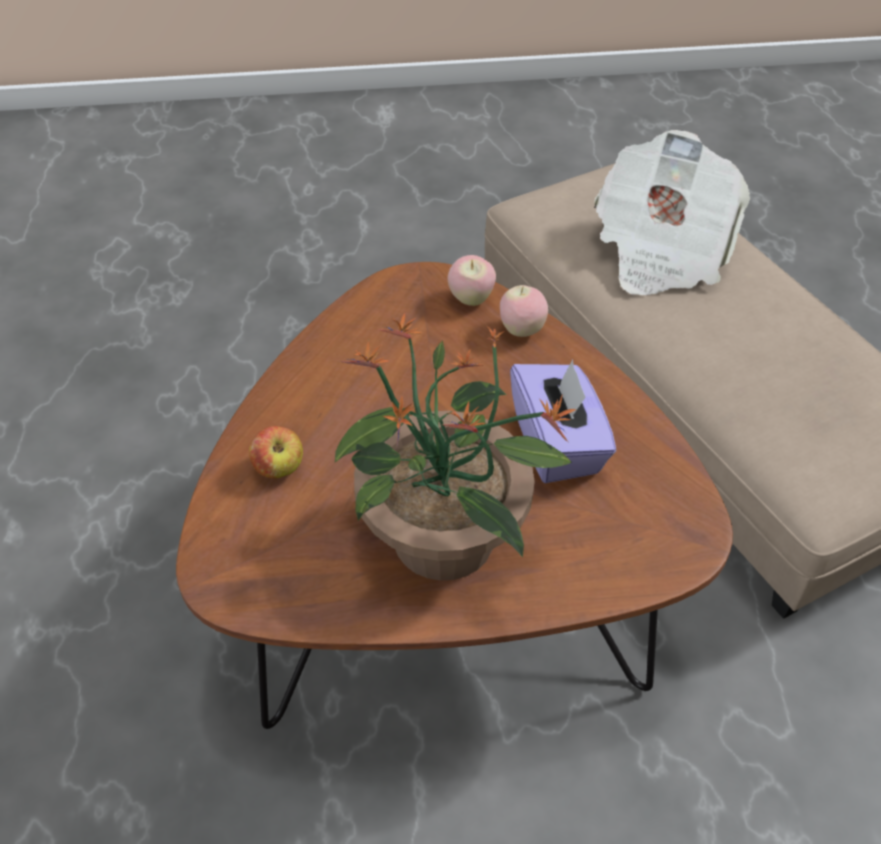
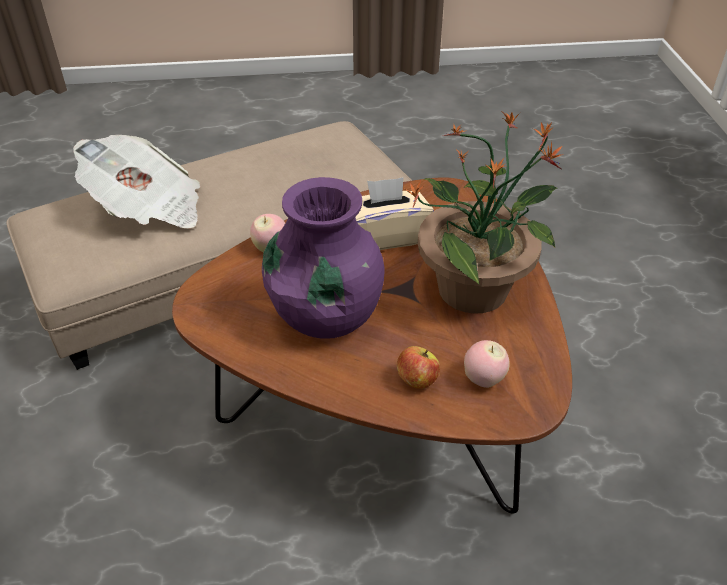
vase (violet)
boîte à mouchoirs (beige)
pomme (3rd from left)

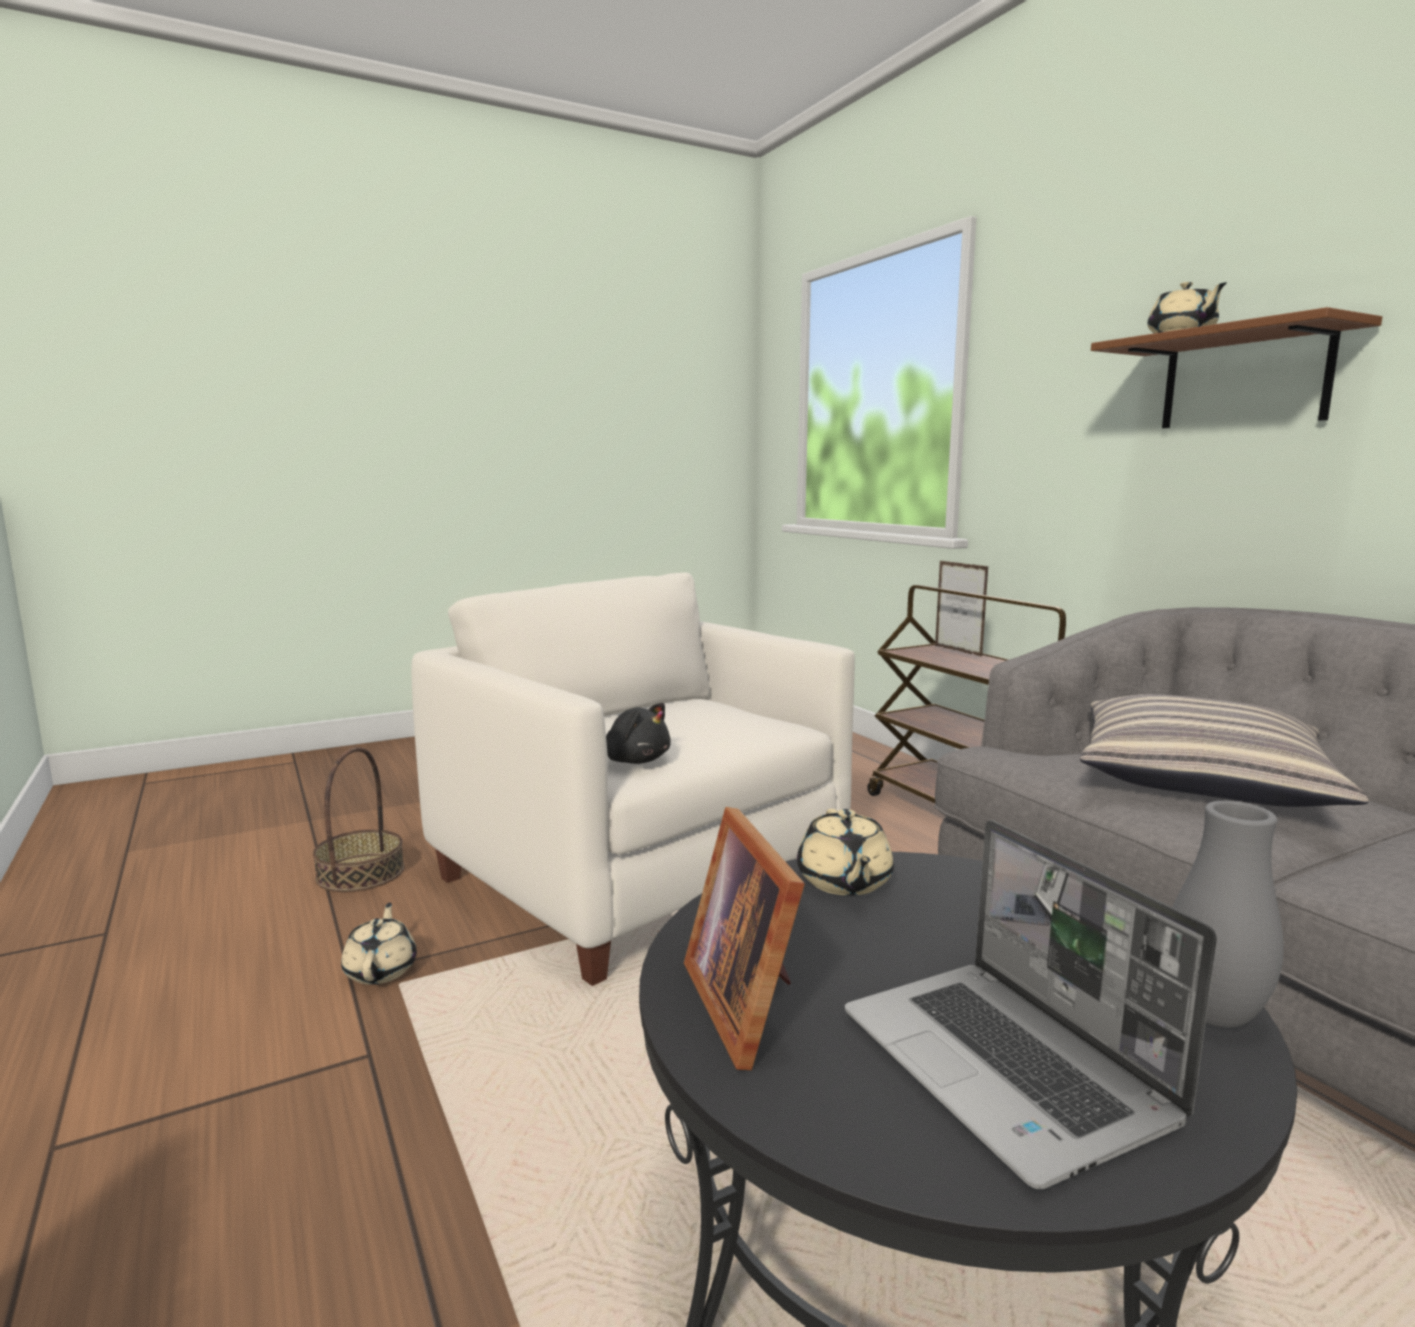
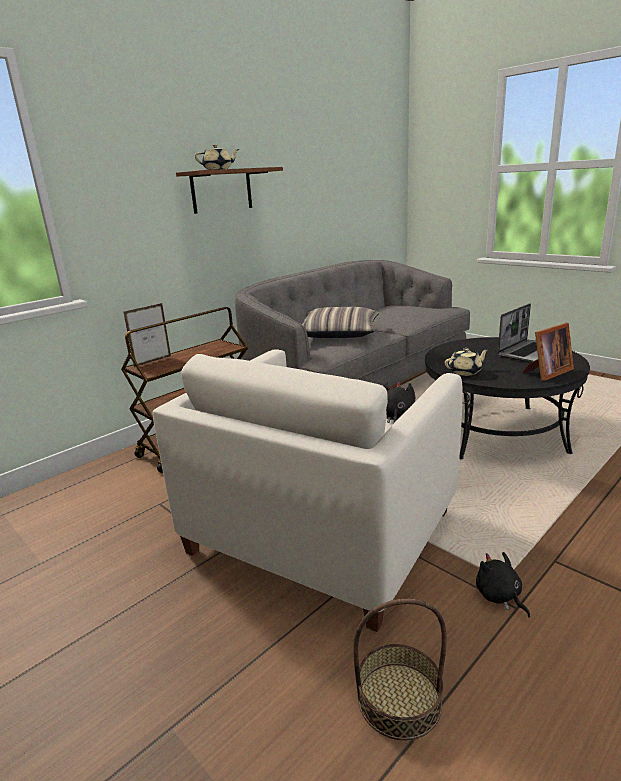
peluche (noir) (2nd from left)
vase (gris)

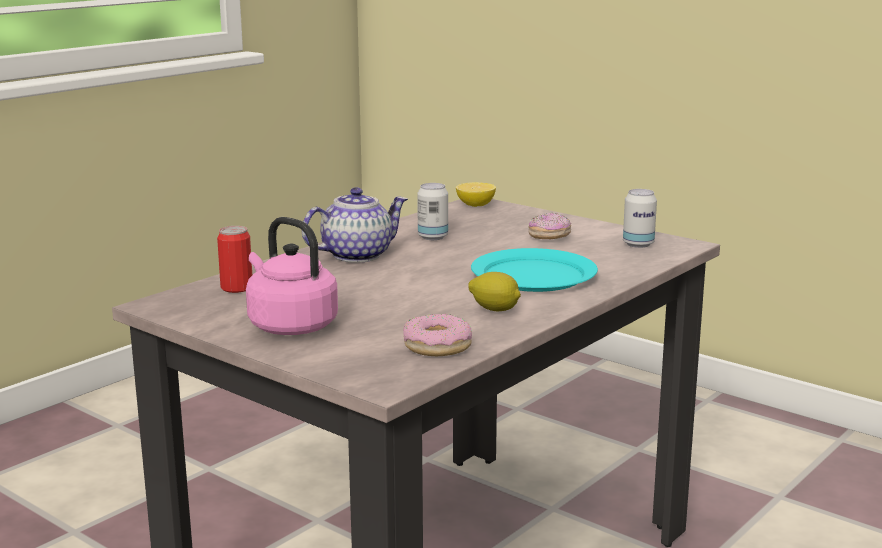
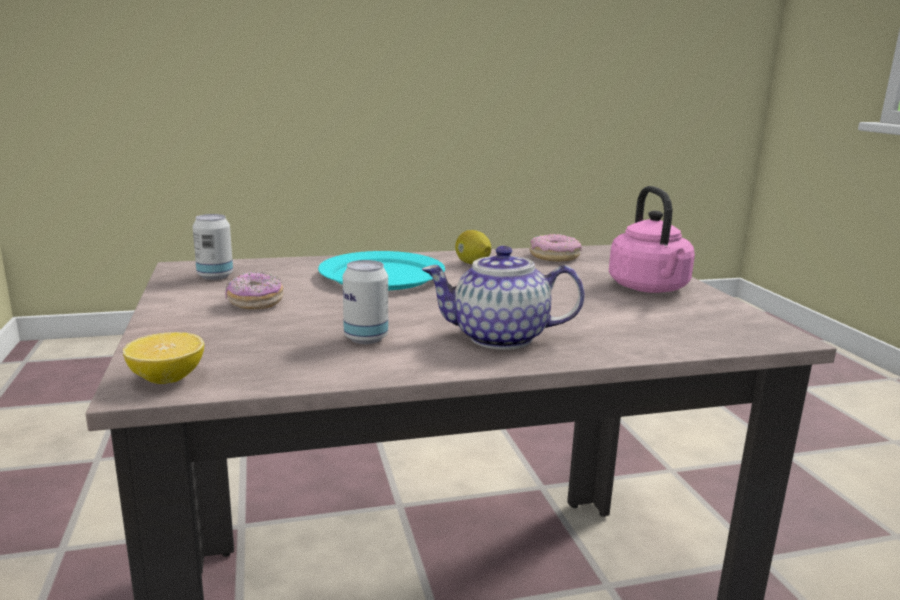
boîte métallique (1st from left in the first image)

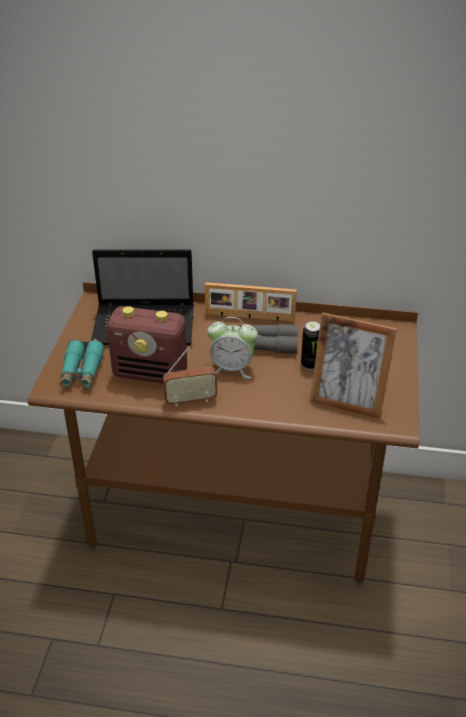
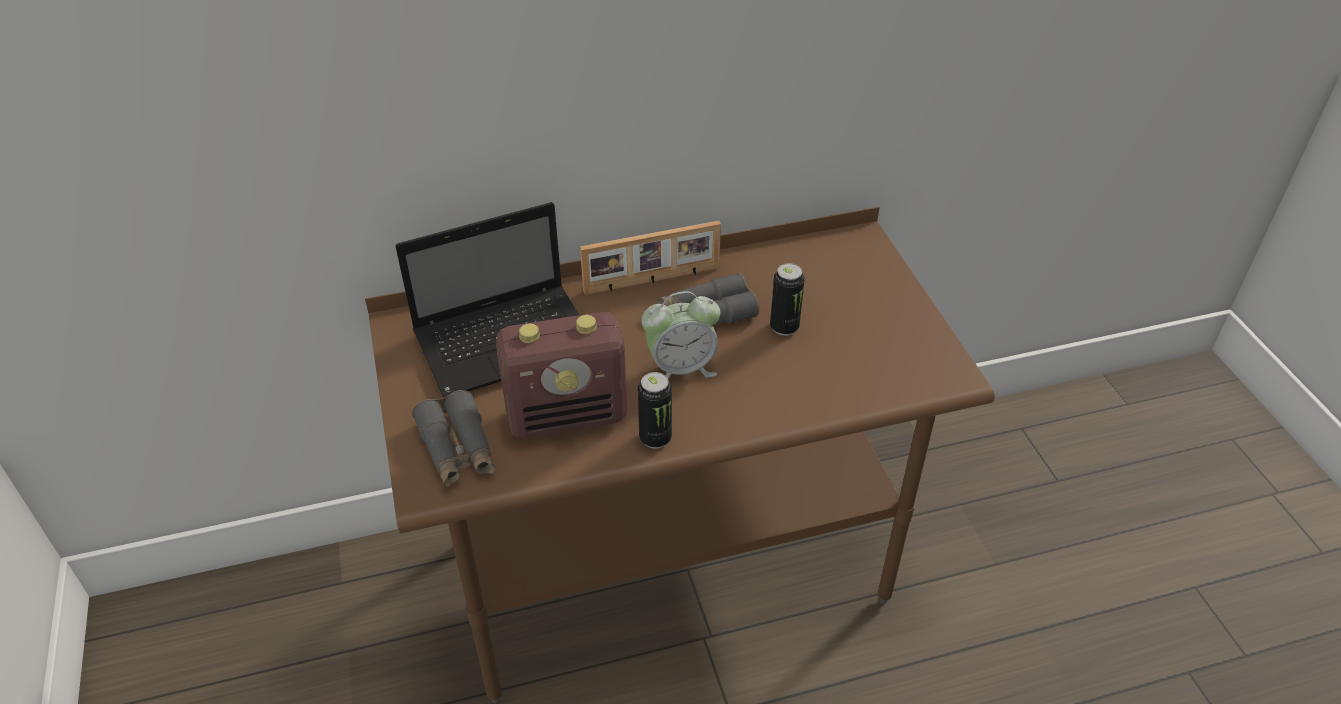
jumelles (gris) (1st from left)
boîte métallique (1st from left)
cadre photo (2nd from left in the first image)

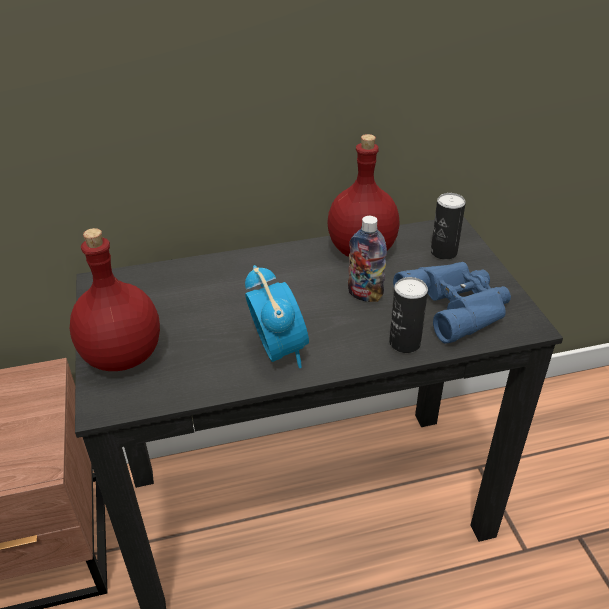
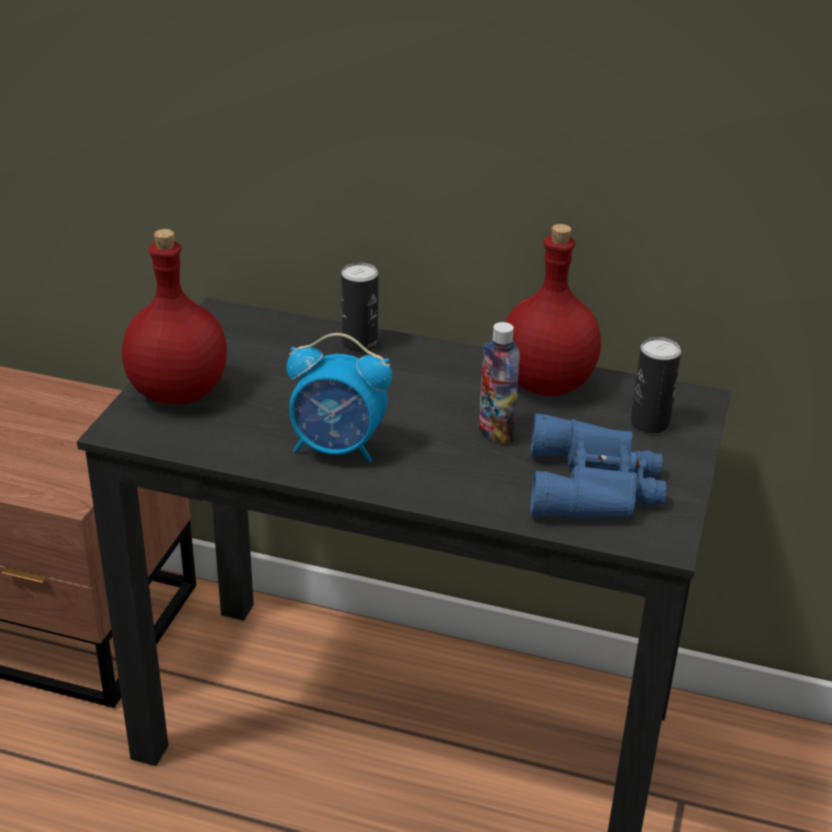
réveil
boîte métallique (1st from left)

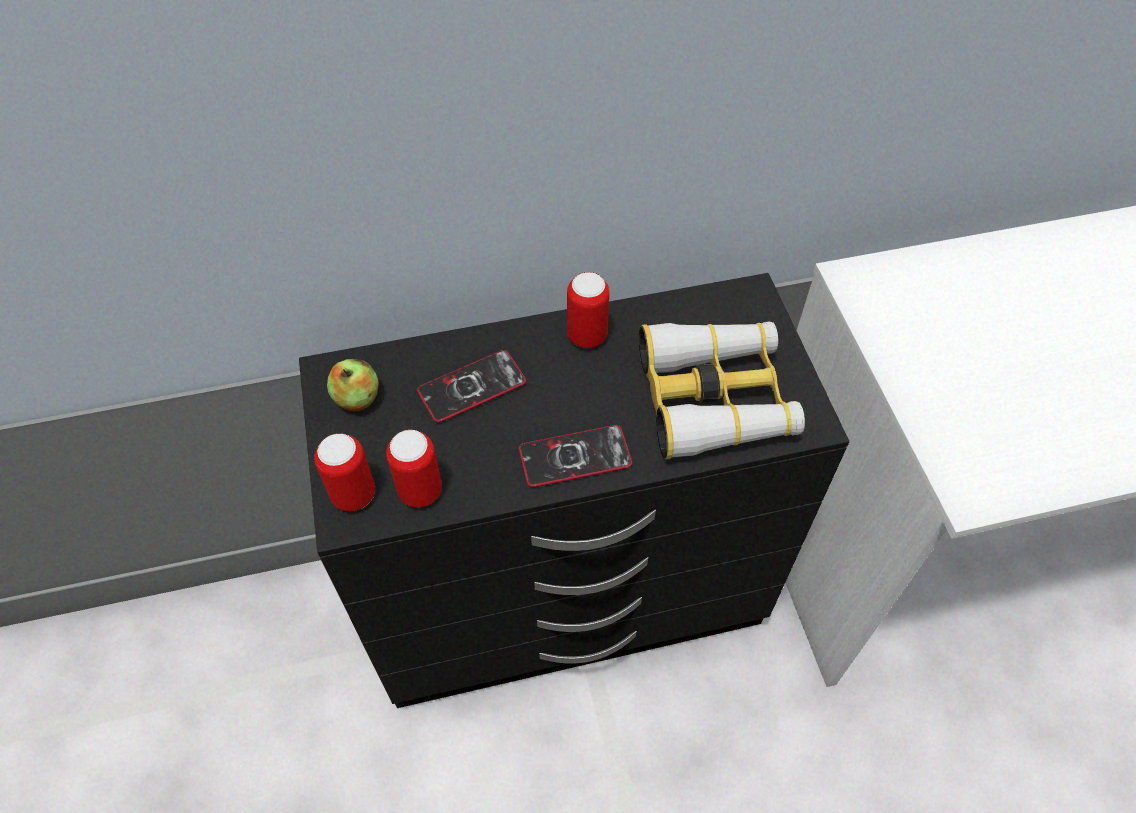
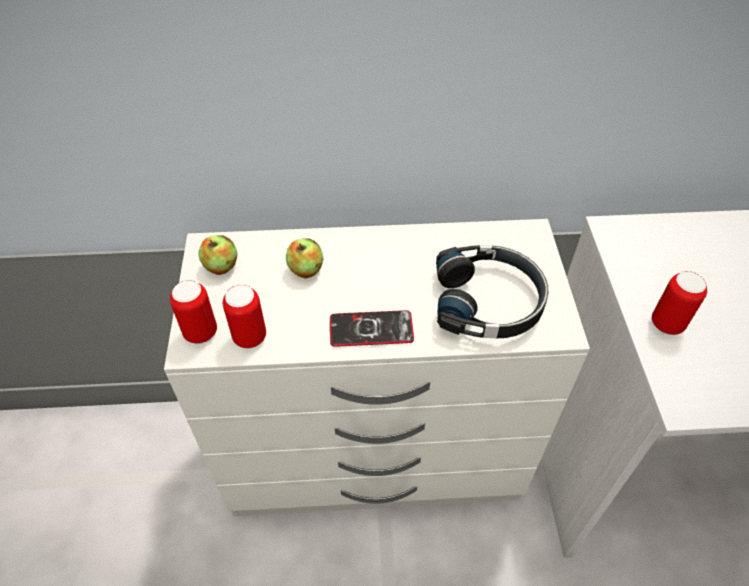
commode (blanc)
pomme (2nd from left)
casque audio (noir)
boîte métallique (3rd from left)

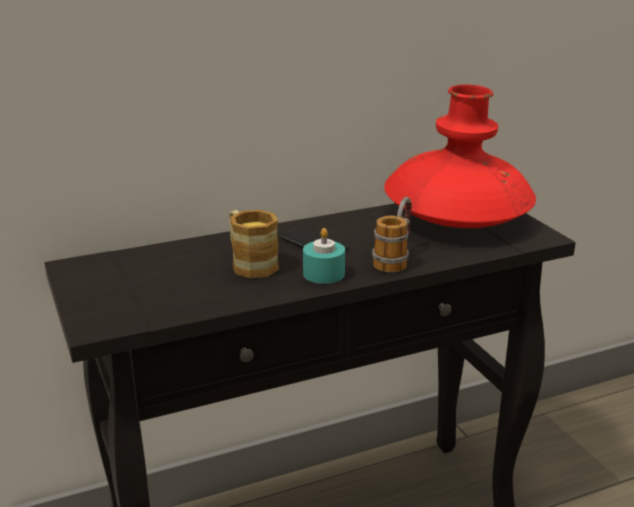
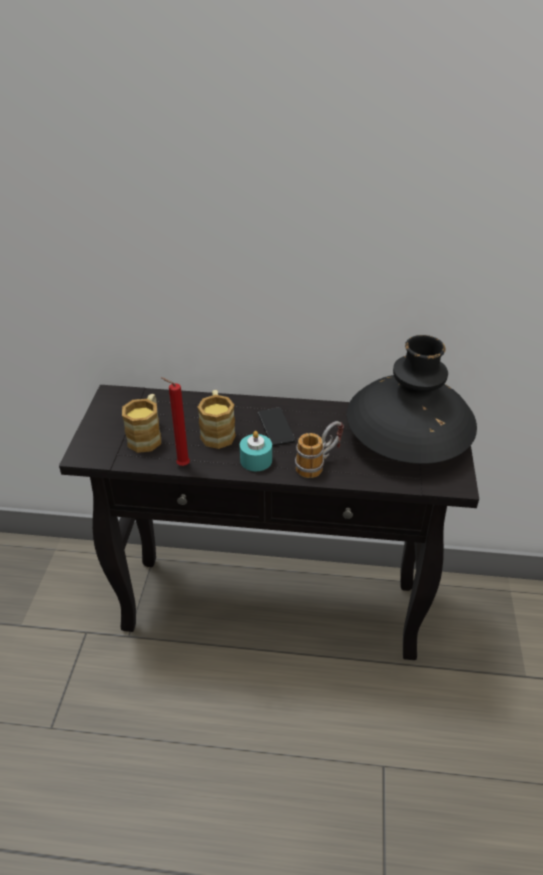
mug (1st from left)
bougie (rouge)
vase (noir)

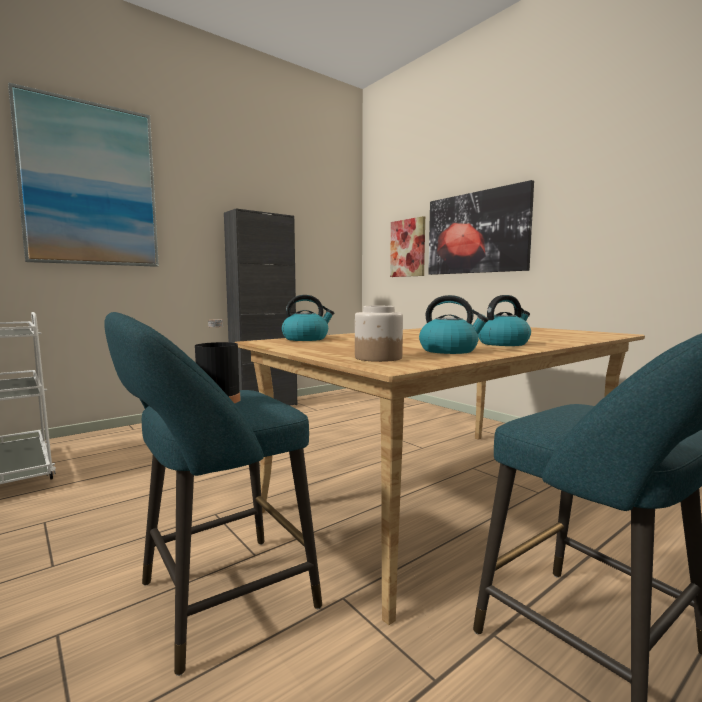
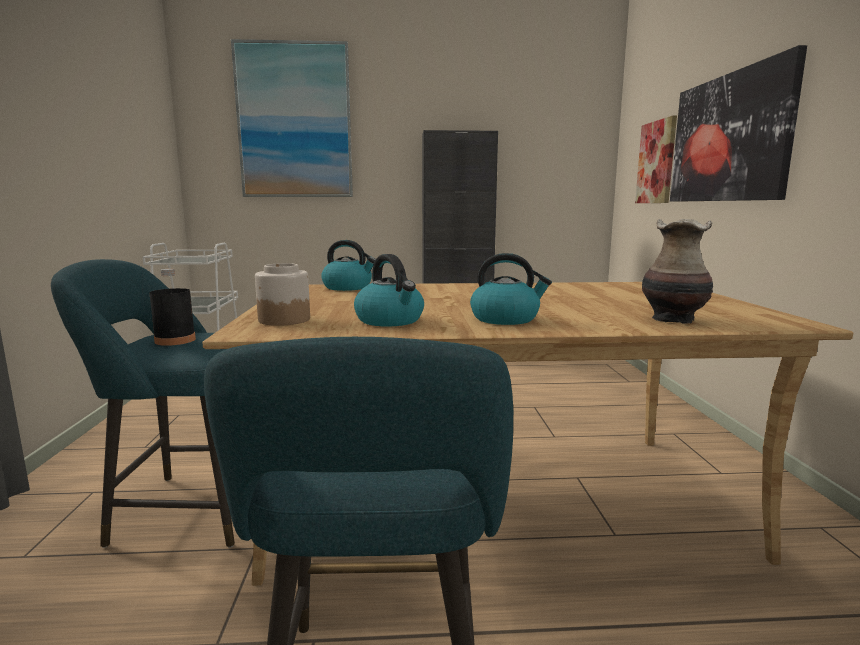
vase

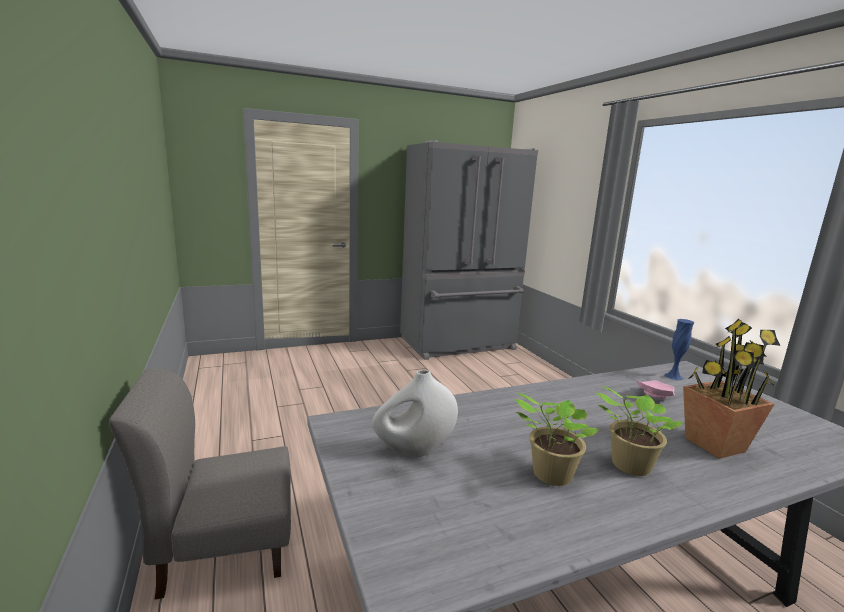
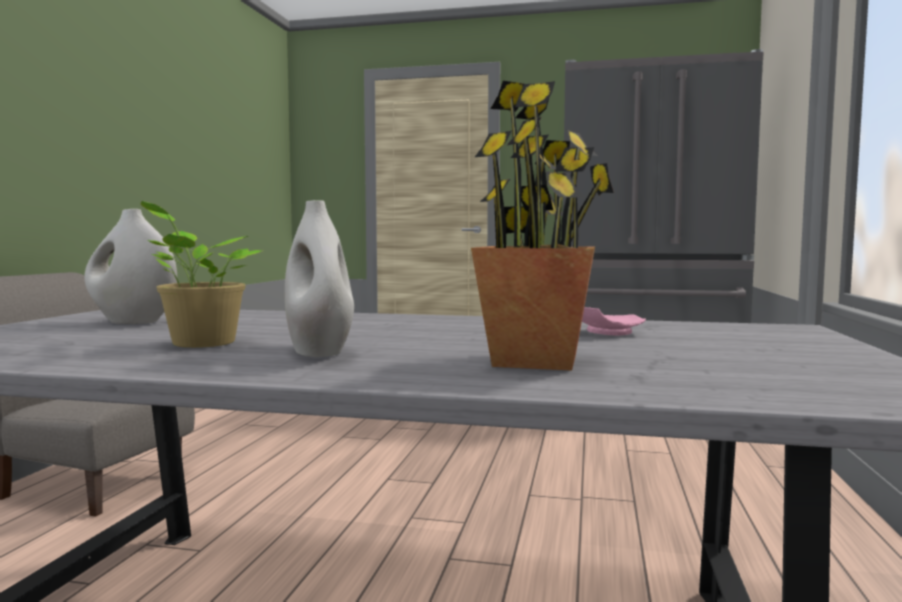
vase (blanc) (2nd from left)
vase (bleu)

